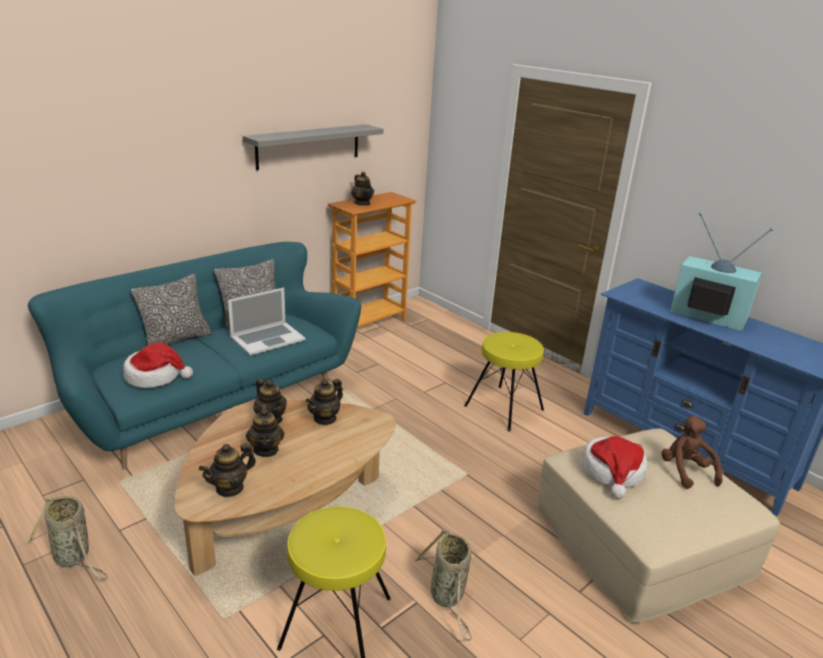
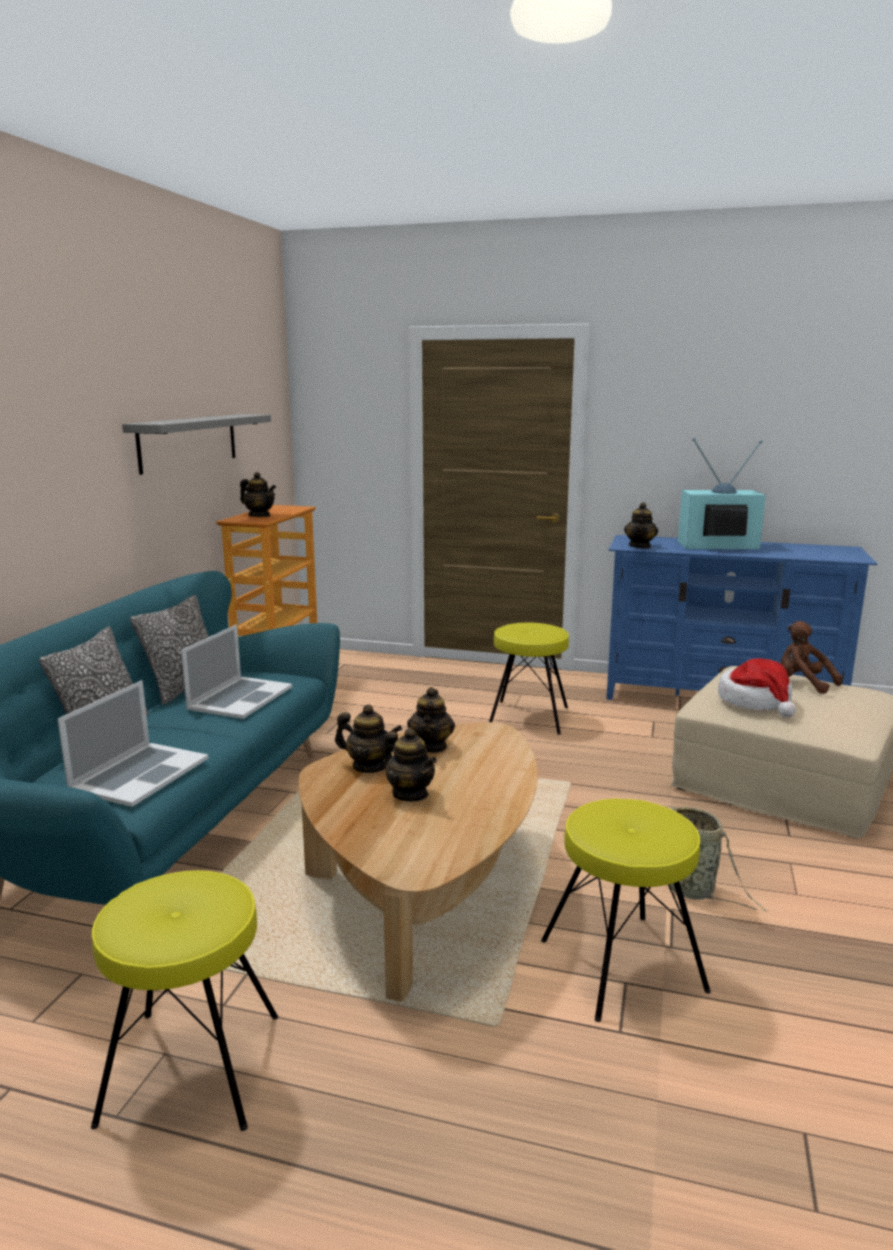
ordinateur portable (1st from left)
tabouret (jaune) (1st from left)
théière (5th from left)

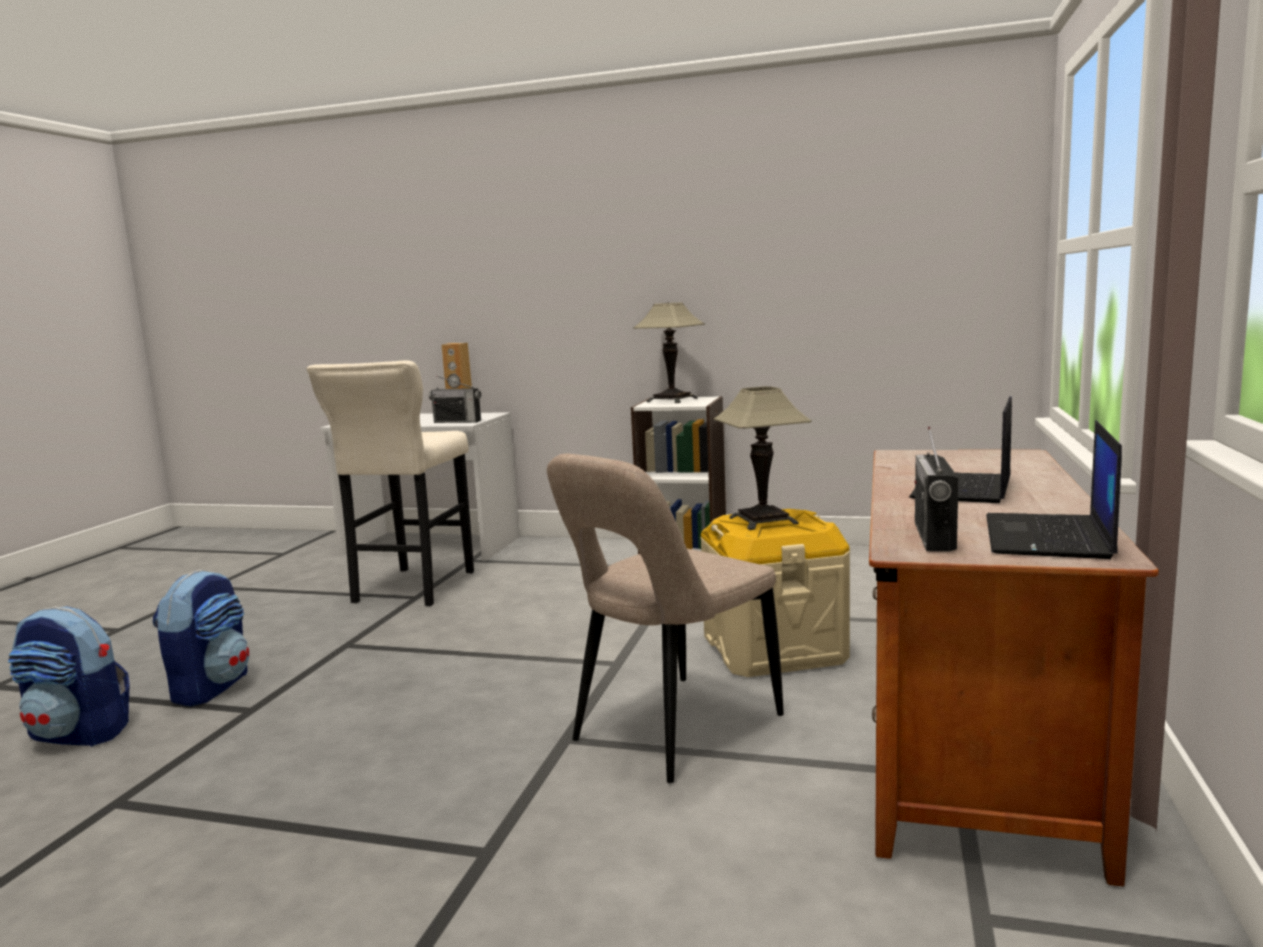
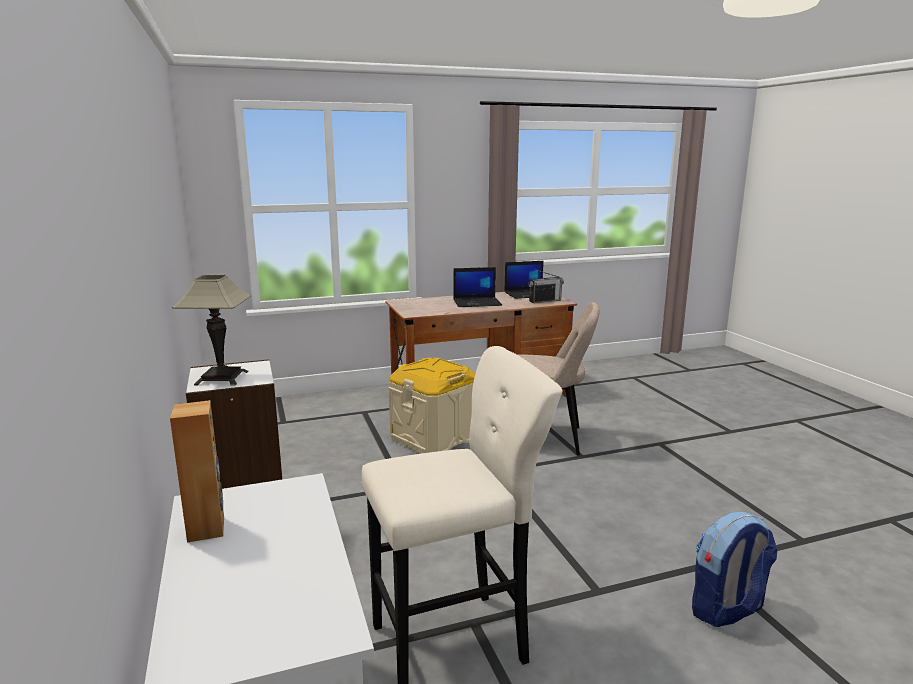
sac à dos (1st from left in the first image)
radio (1st from left in the first image)
lampe de table (2nd from left in the first image)

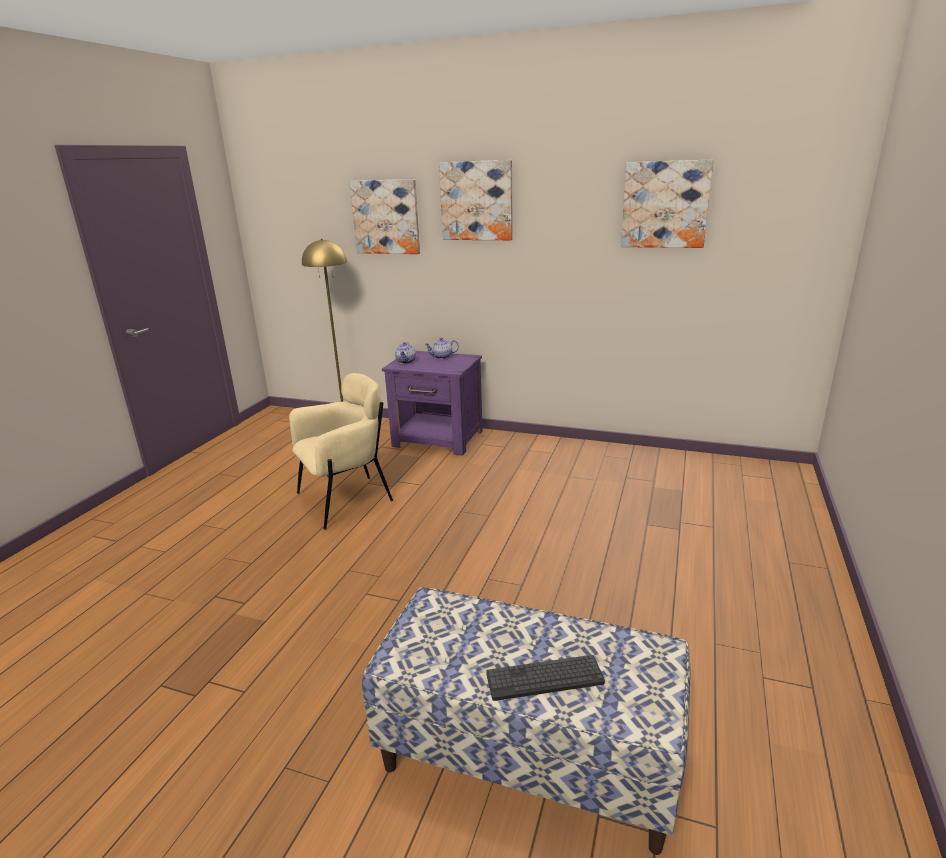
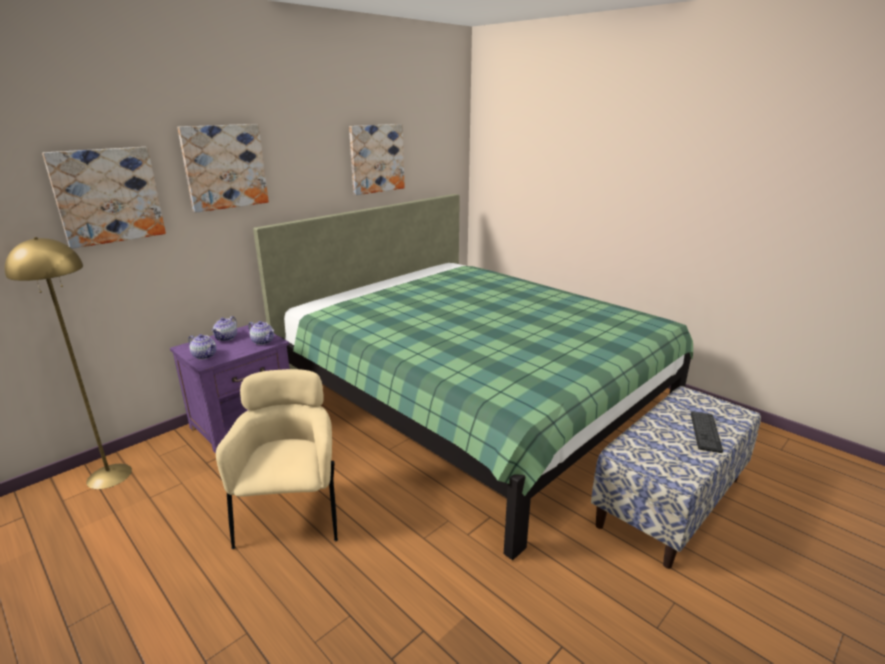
théière (3rd from left)
lit (vert)

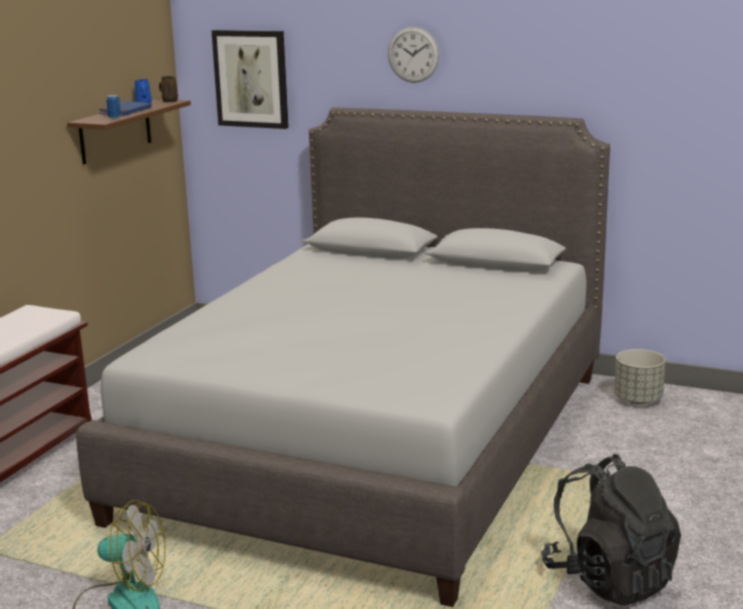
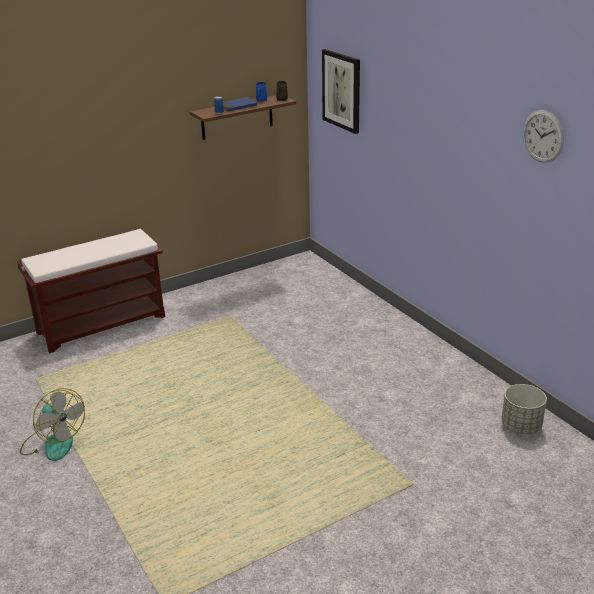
horloge murale
lit (gris)
sac à dos (noir)

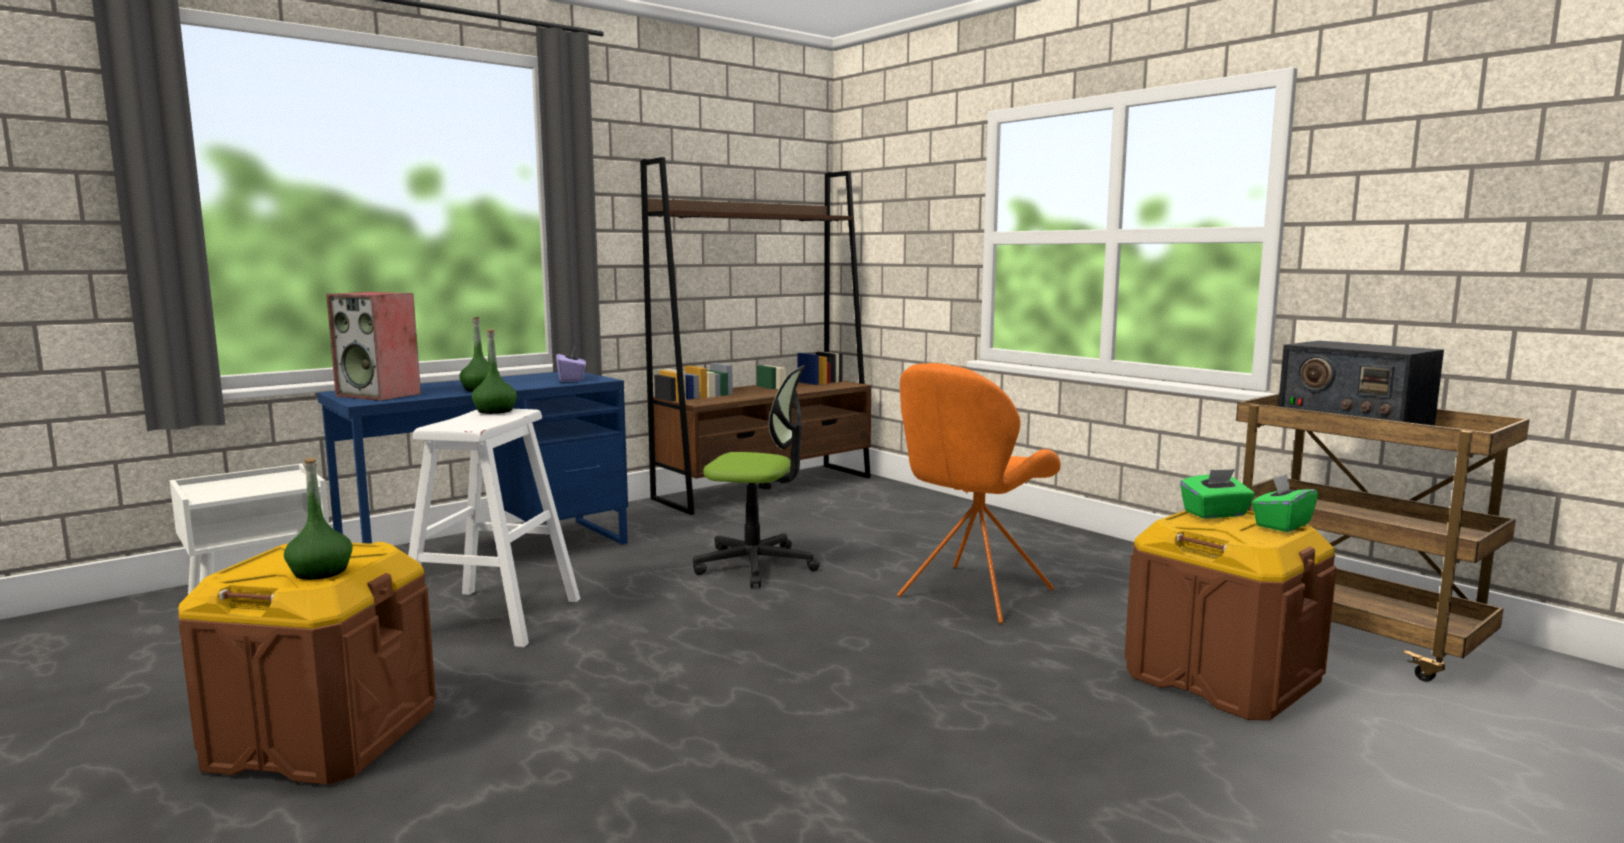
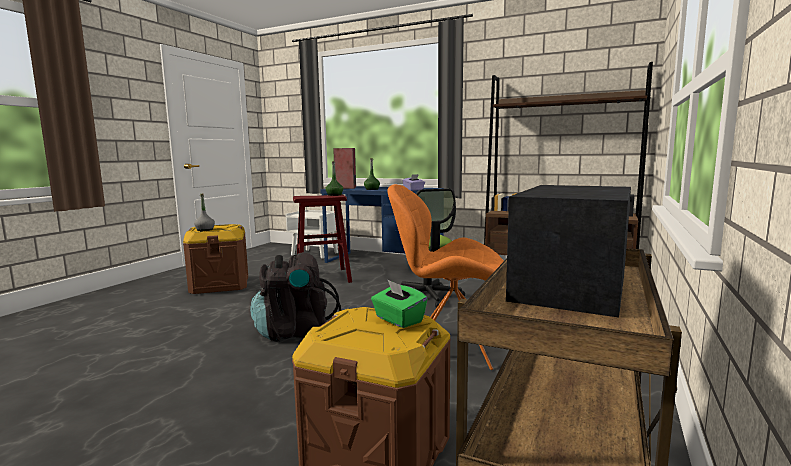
bouteille (gris)
sac à dos (noir)
tabouret (rouge)
boîte à mouchoirs (vert) (2nd from left in the first image)

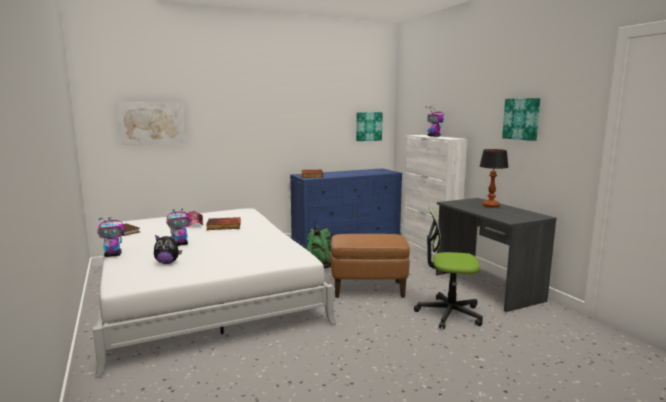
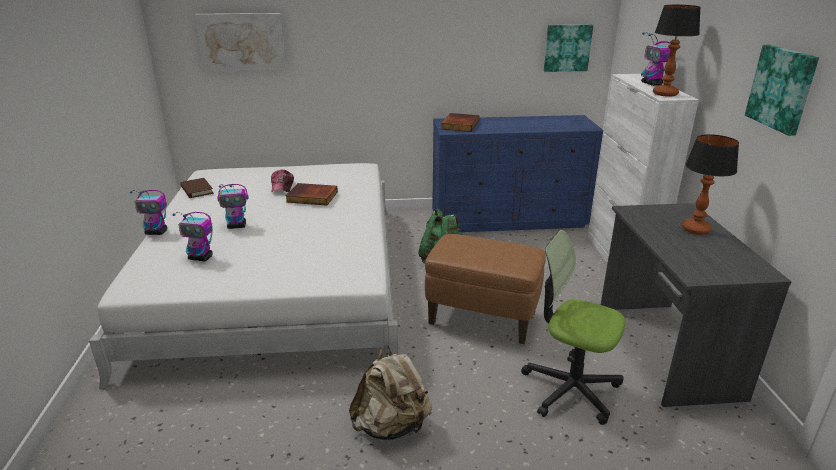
robot jouet (2nd from left)
sac à dos (beige)
lampe de table (1st from left)

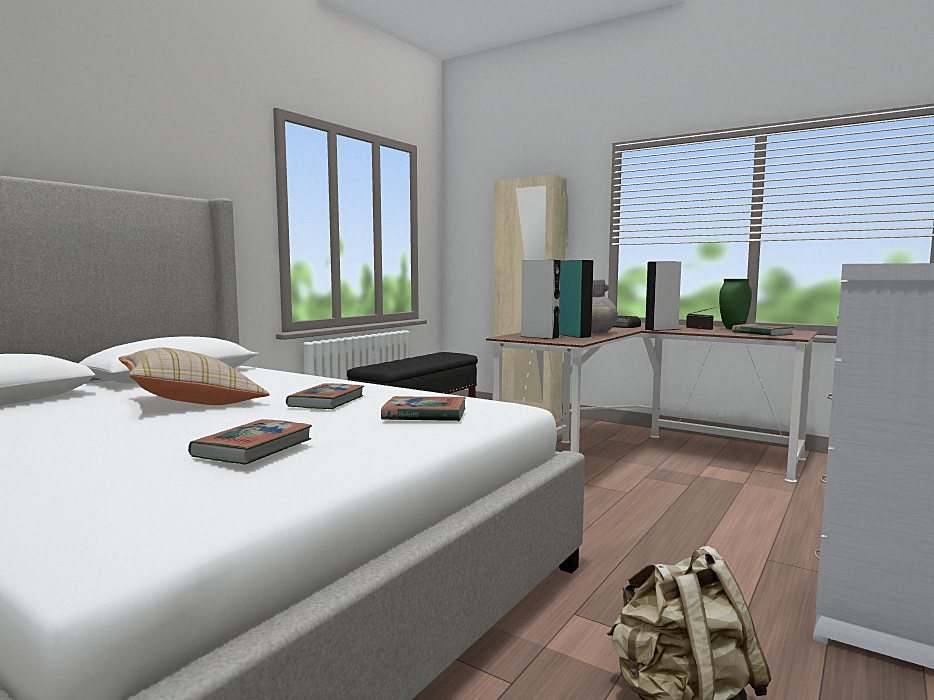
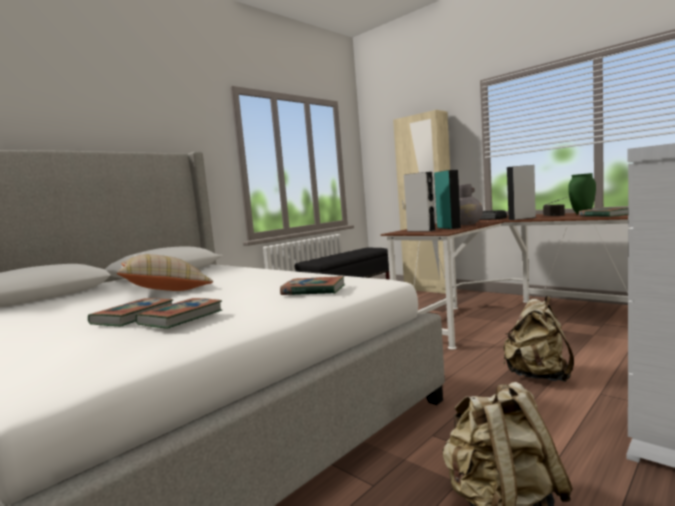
livre (1st from left)
sac à dos (beige) (2nd from left)

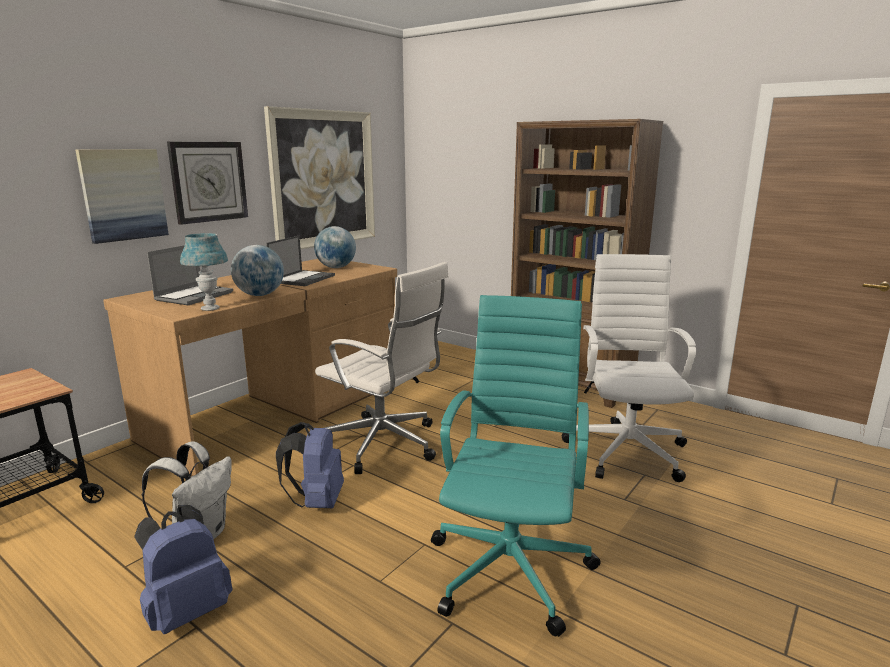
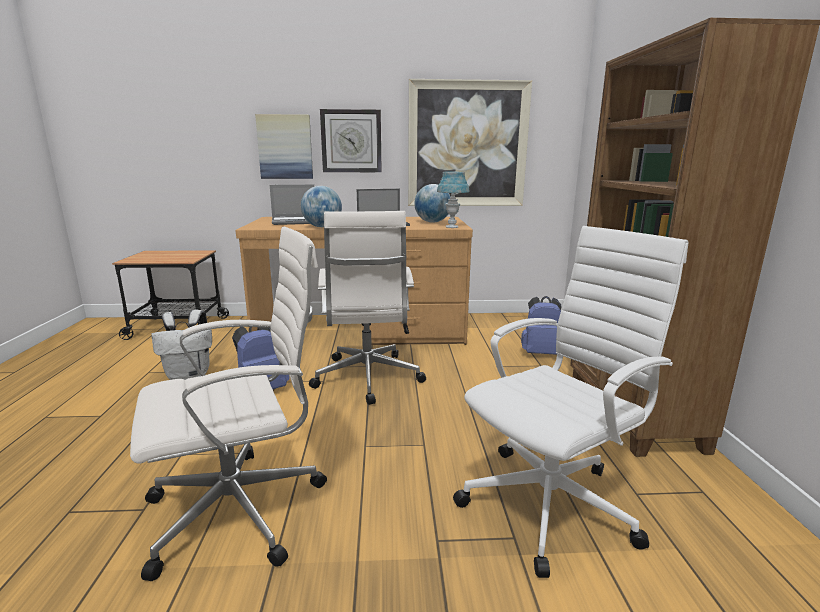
chaise de bureau (blanc) (1st from left)
lampe de table (bleu)
sac à dos (bleu) (2nd from left)

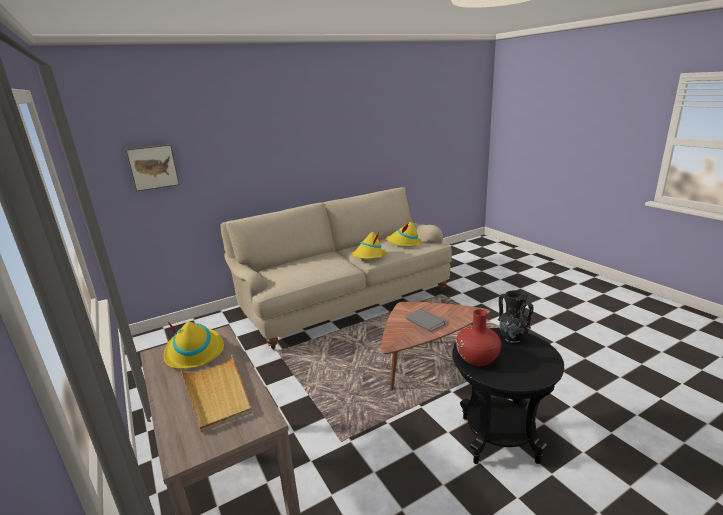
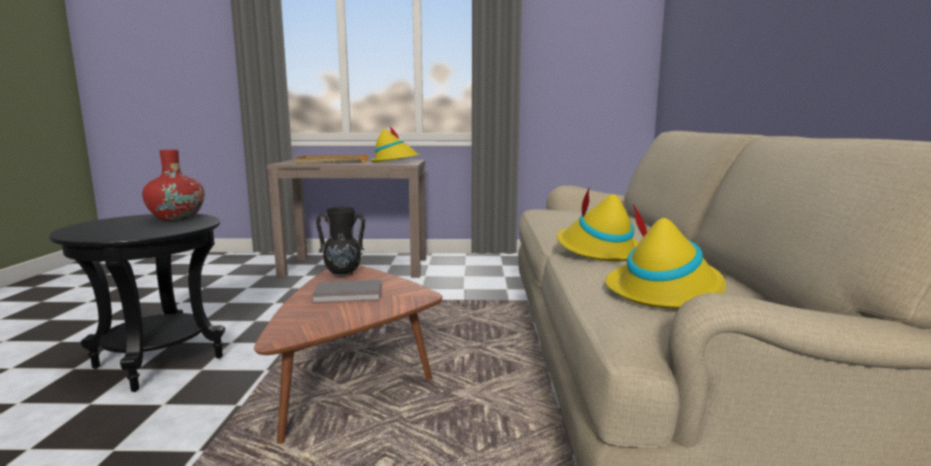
vase (noir)
tableau

